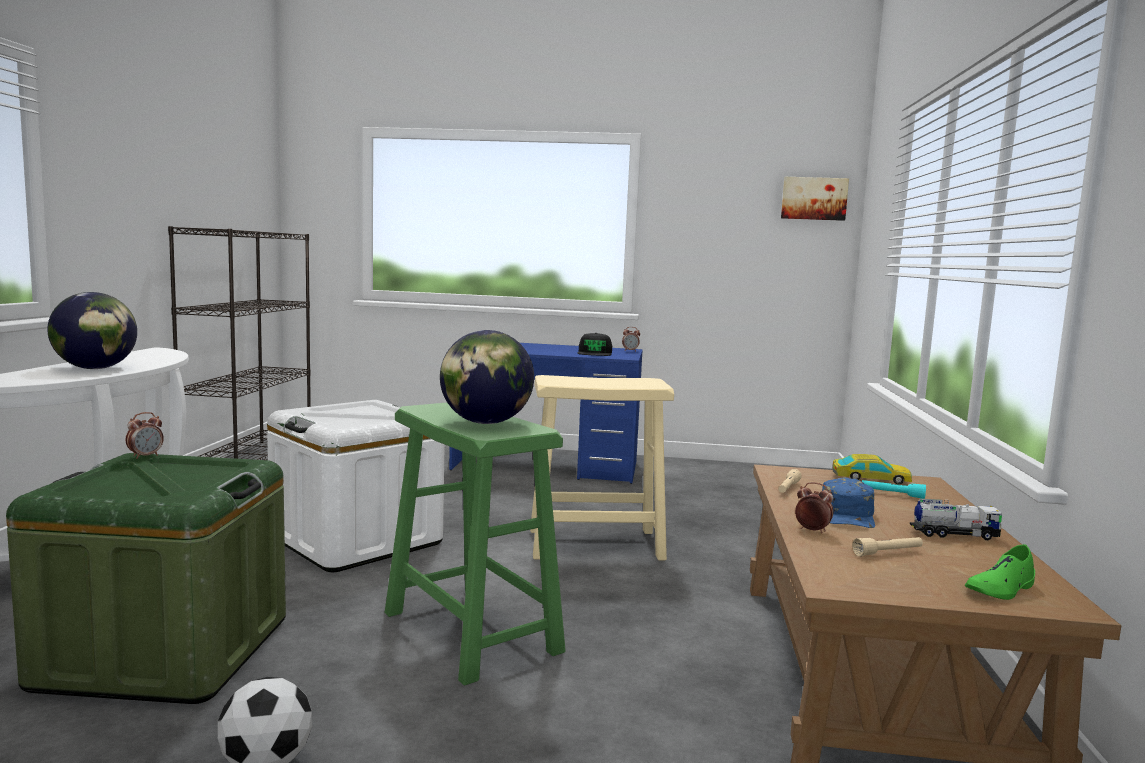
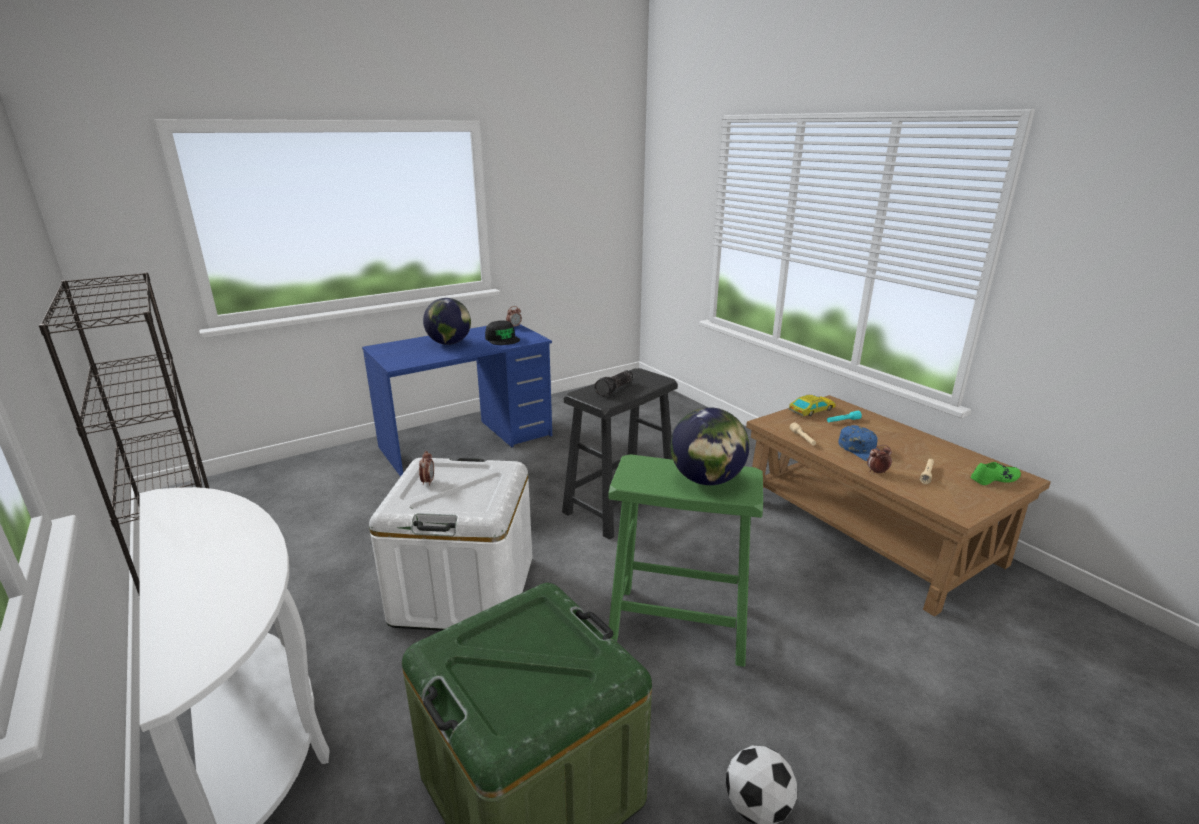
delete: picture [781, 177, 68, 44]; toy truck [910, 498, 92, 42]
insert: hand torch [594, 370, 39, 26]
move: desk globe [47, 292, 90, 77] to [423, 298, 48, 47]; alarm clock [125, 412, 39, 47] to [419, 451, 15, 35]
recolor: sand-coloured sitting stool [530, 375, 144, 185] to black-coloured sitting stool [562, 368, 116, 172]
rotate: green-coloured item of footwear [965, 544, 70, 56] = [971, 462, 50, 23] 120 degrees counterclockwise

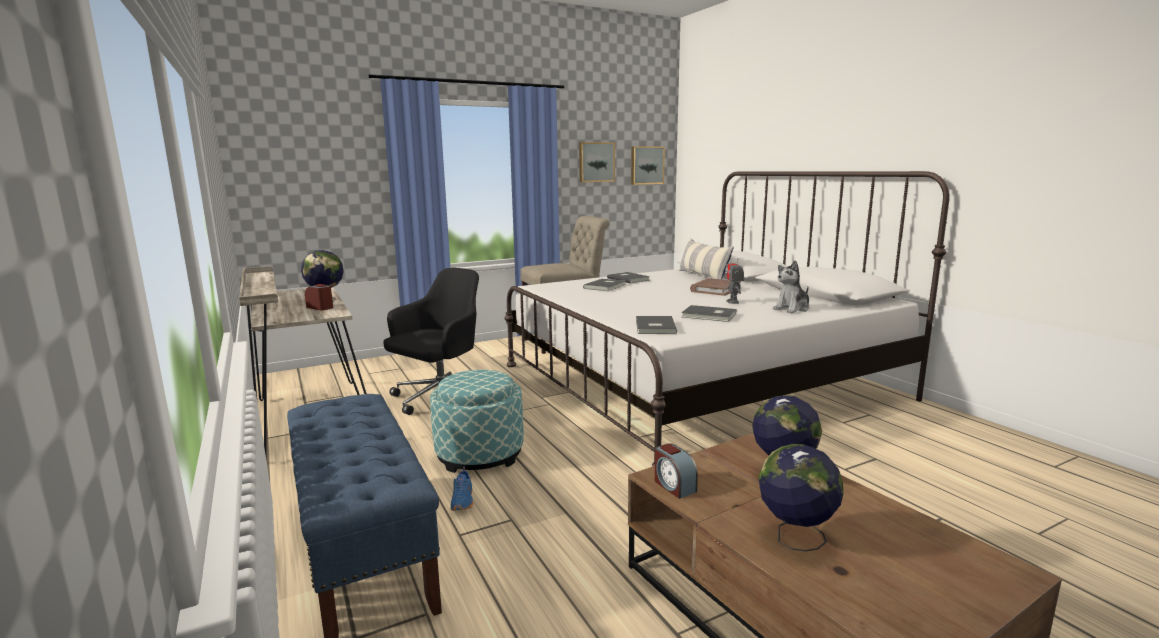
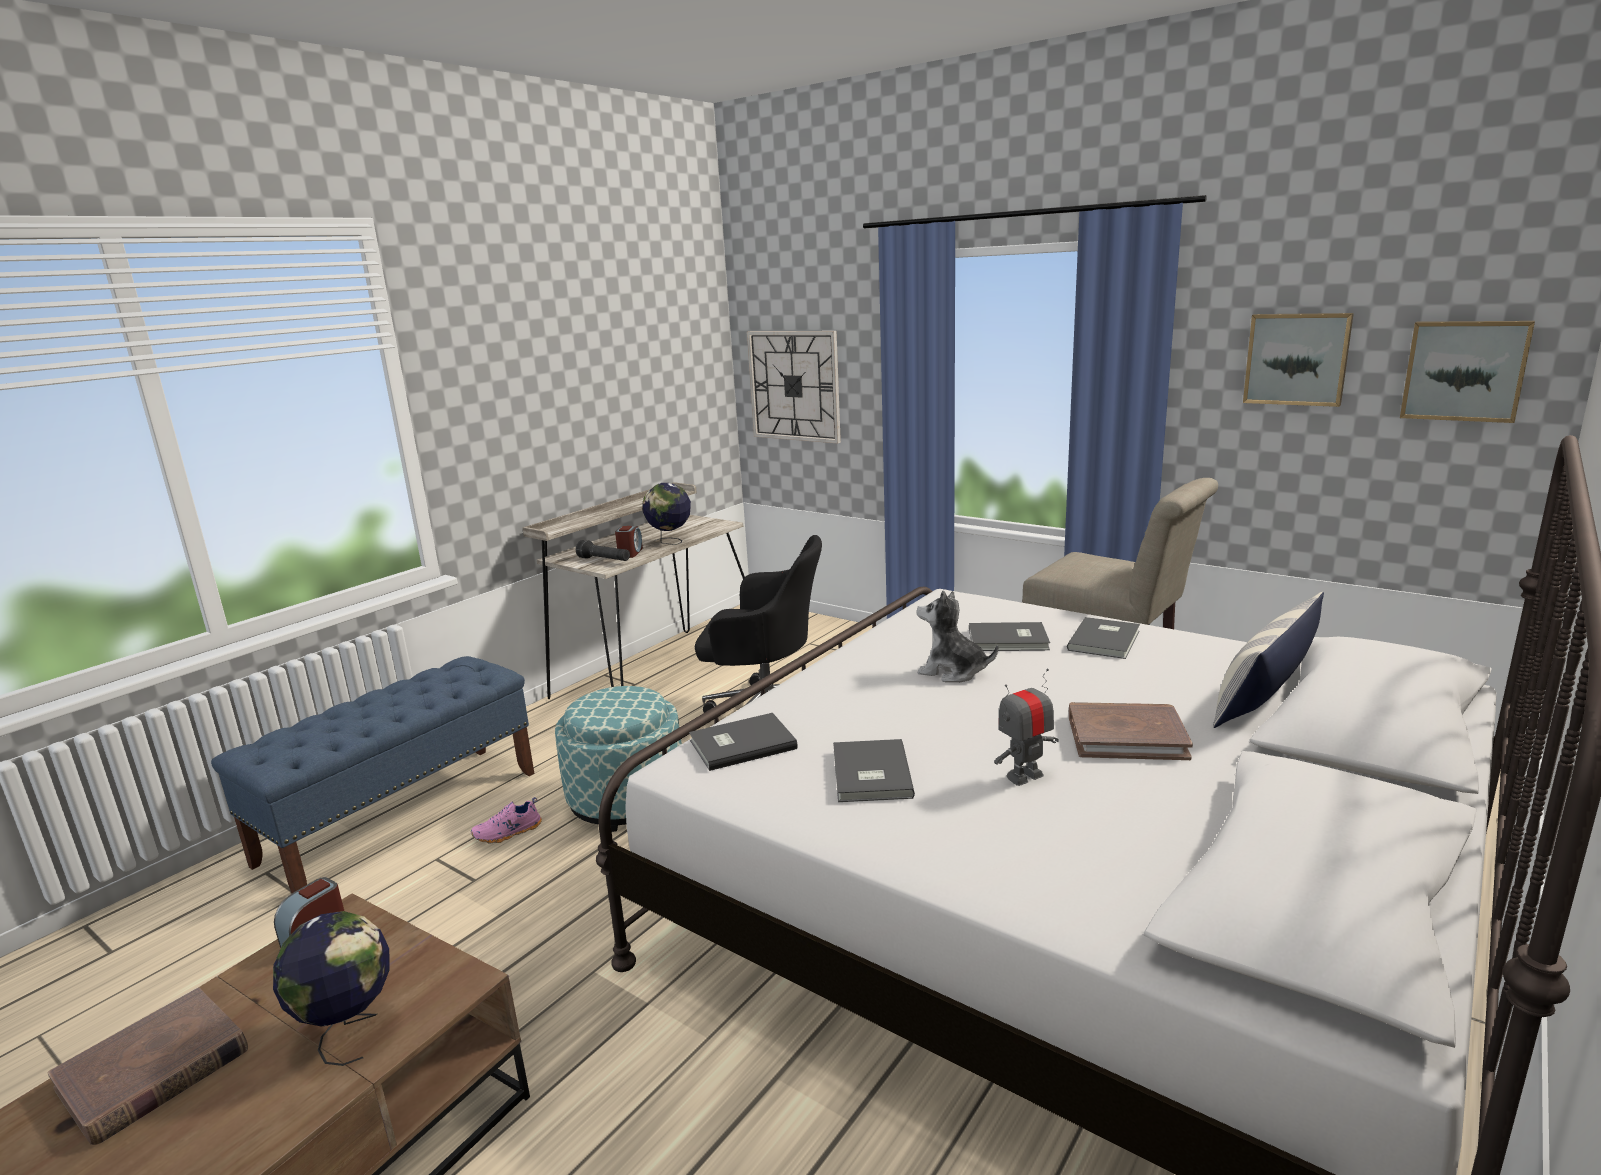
insert: hanging clock [747, 331, 94, 112]; black-coloured hand torch [576, 540, 54, 21]
move: cuddly toy [773, 260, 37, 53] to [916, 590, 82, 92]
replace: desk globe [758, 444, 86, 107] to brown bound book [47, 988, 201, 157]
recolor: blue-coloured item of footwear [450, 466, 23, 45] to pinkish item of footwear [471, 797, 71, 46]

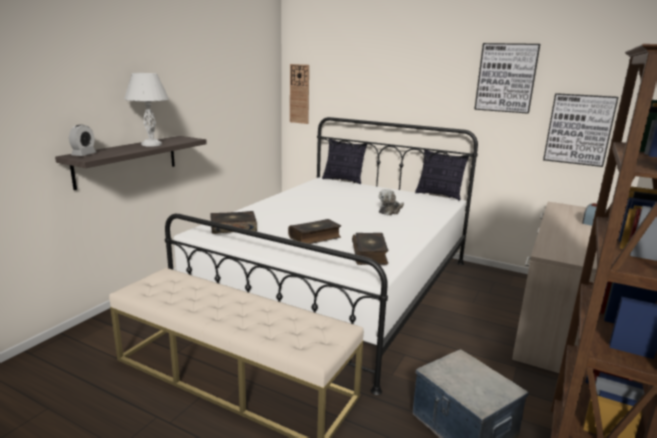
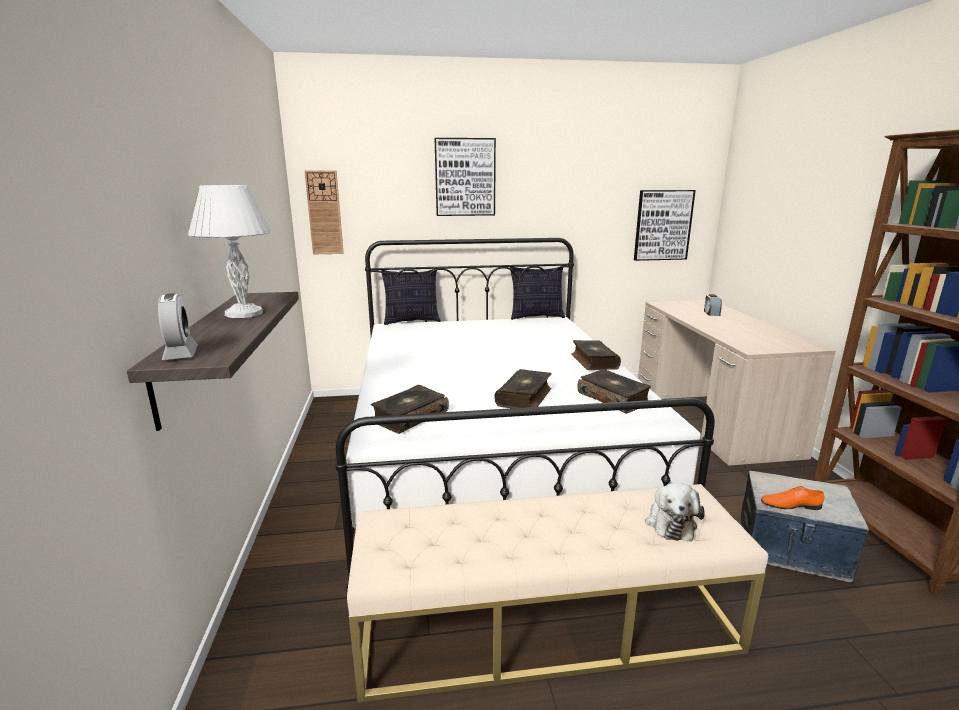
insert: bound book [571, 340, 50, 30]; orange item of footwear [761, 486, 64, 24]
move: picture [474, 43, 66, 71] to [434, 138, 62, 78]; cuddly toy [379, 189, 25, 26] to [645, 483, 60, 59]

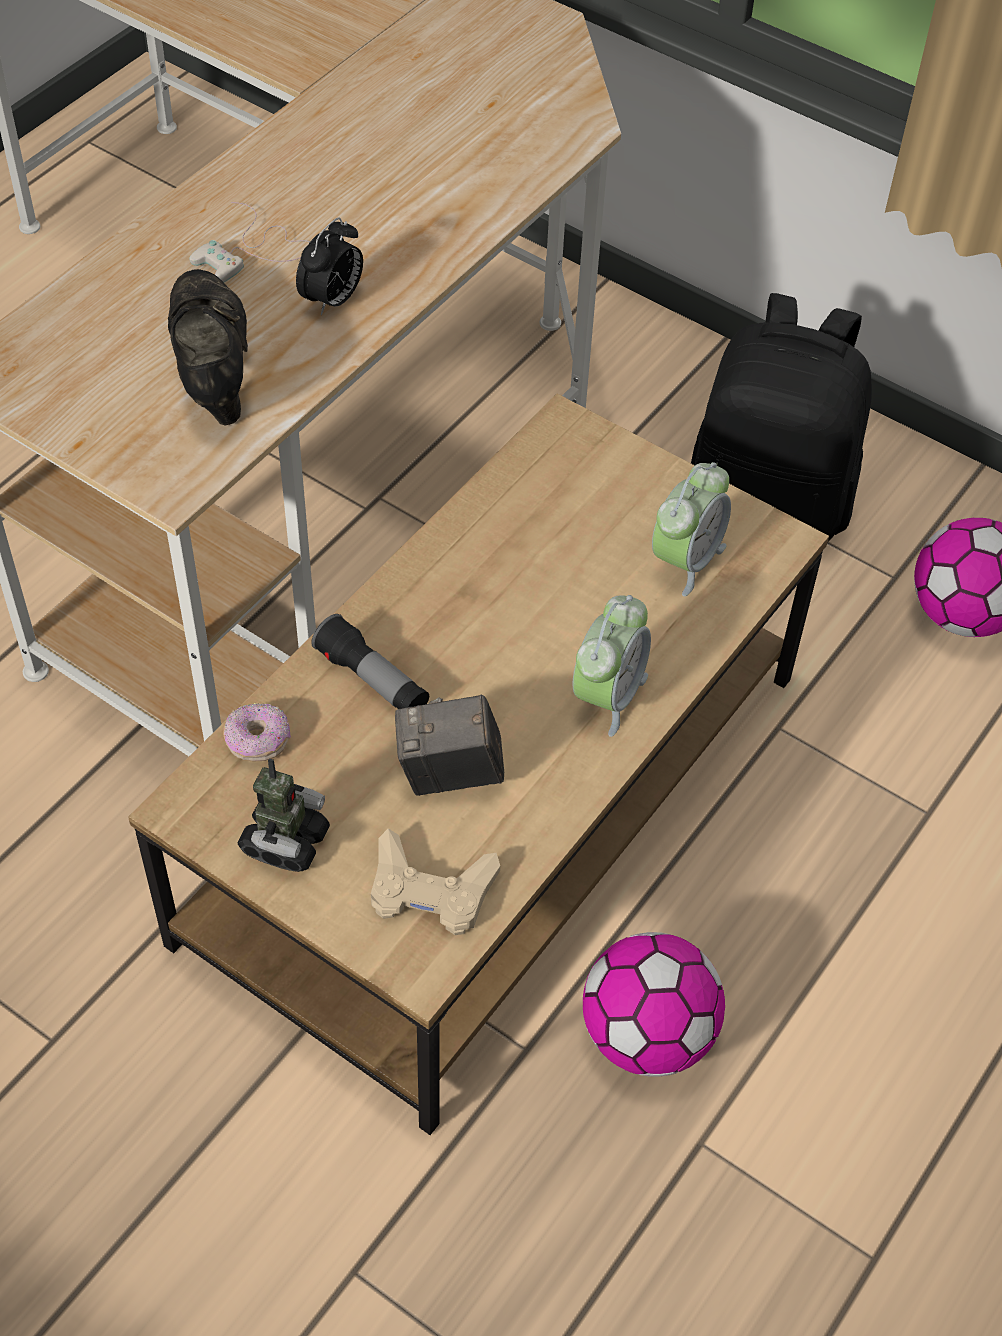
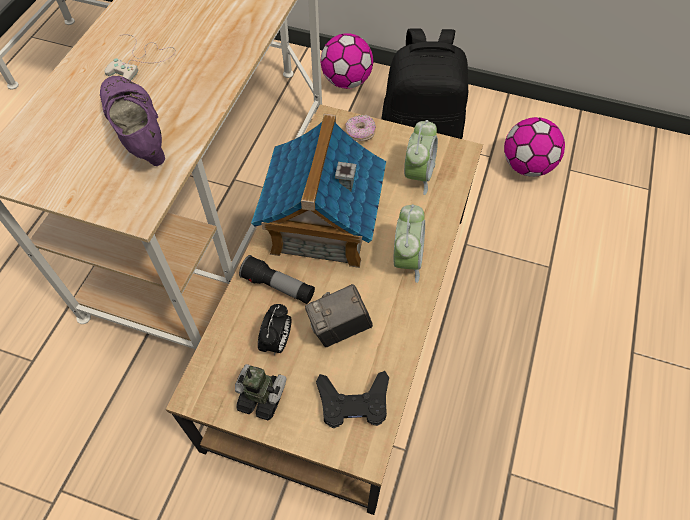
insert: model house [251, 113, 135, 155]
move: alarm clock [296, 217, 67, 98] to [258, 304, 33, 52]; ring doughnut [223, 703, 68, 59] to [345, 115, 31, 27]; ball for football [583, 932, 142, 145] to [321, 33, 52, 56]
recolor: black-coloured item of footwear [168, 269, 80, 157] to purple-coloured item of footwear [100, 76, 65, 90]; sand-coloured joypad [371, 828, 129, 107] to black-coloured joypad [316, 371, 73, 57]
rotate: model robot [238, 758, 92, 114] = [235, 364, 52, 56] 75 degrees counterclockwise

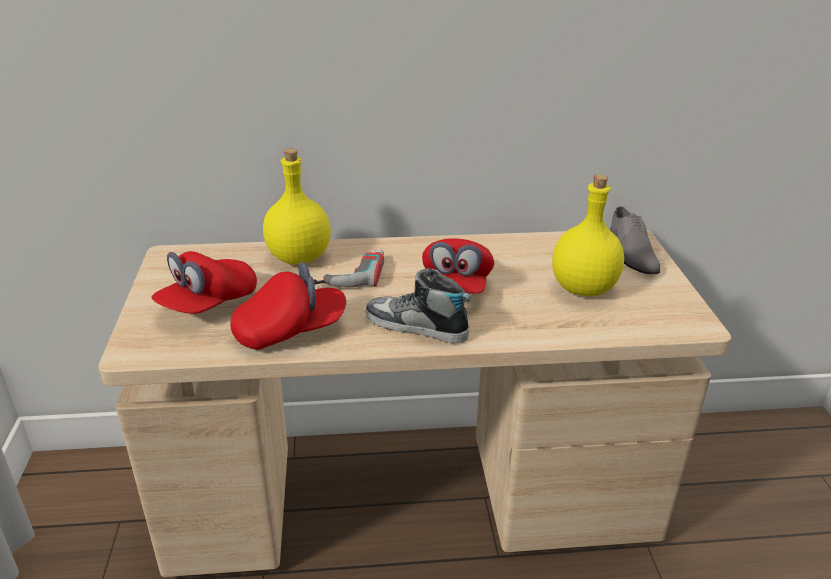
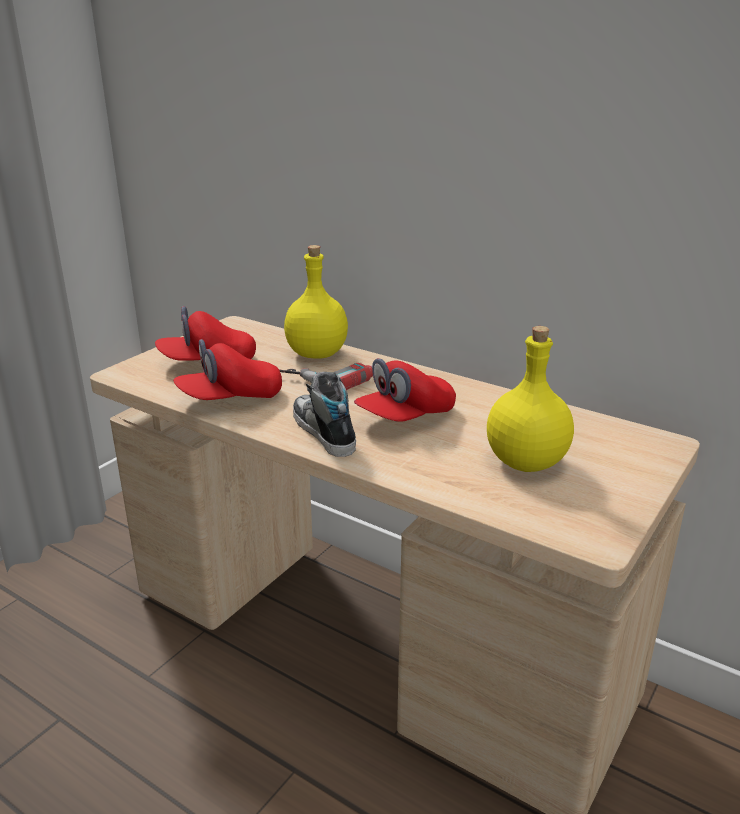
delete: grey item of footwear [610, 206, 50, 68]
rotate: red cap [230, 262, 116, 88] = [173, 339, 109, 61] 135 degrees clockwise

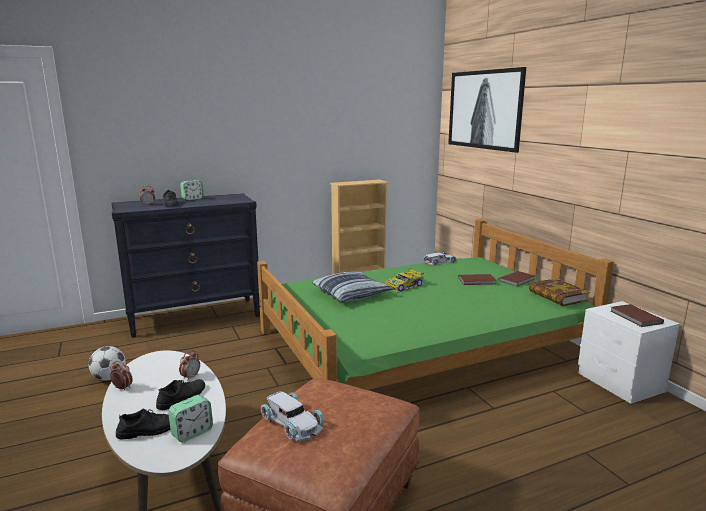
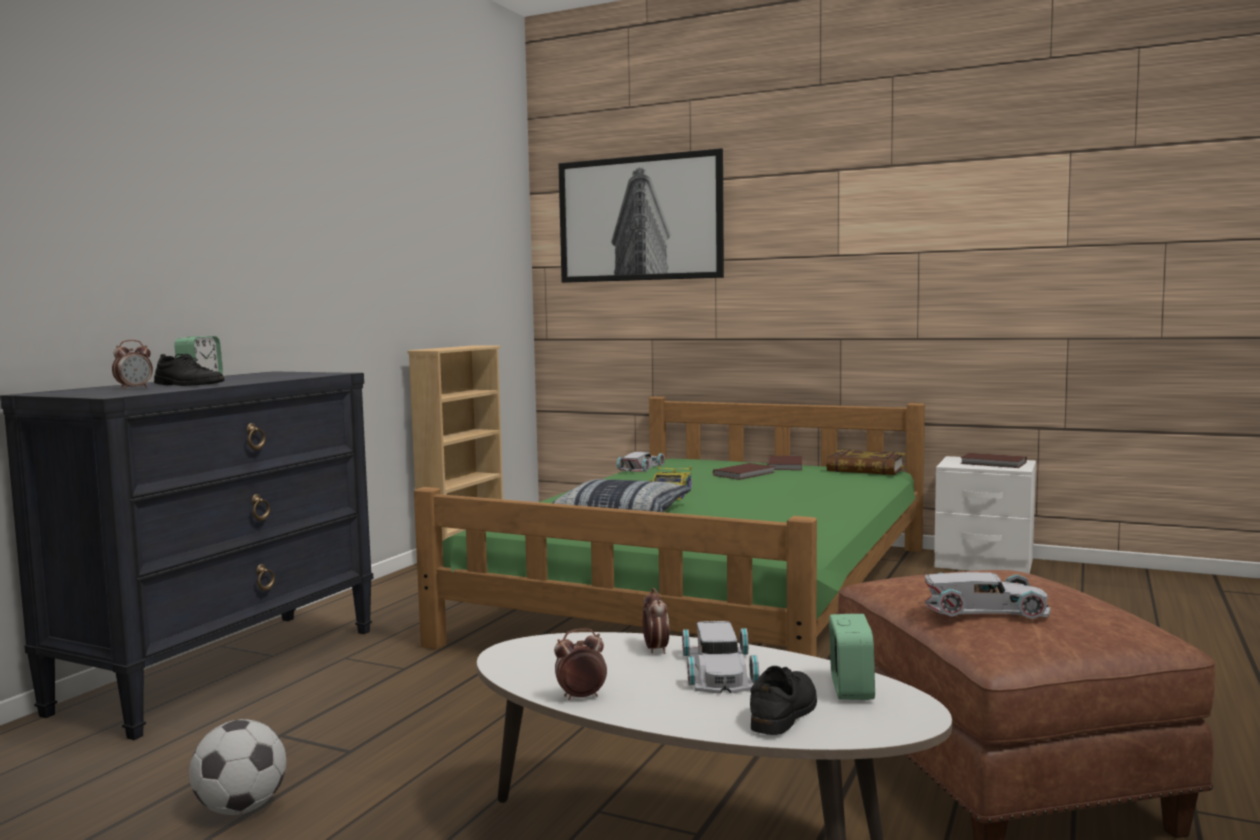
replace: black-coloured item of footwear [156, 379, 49, 31] to whitish model car [682, 621, 77, 73]

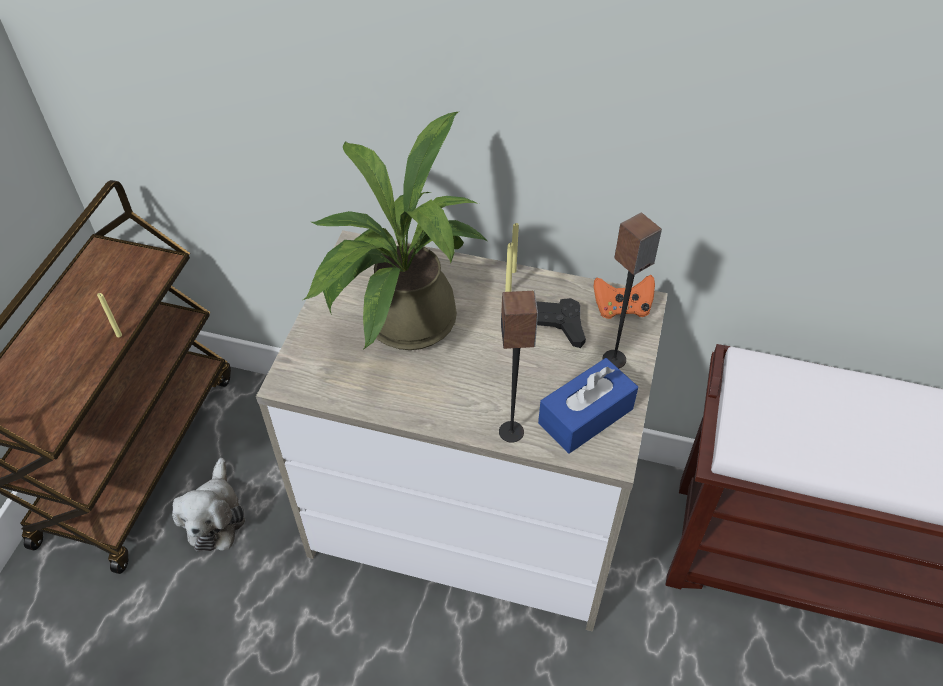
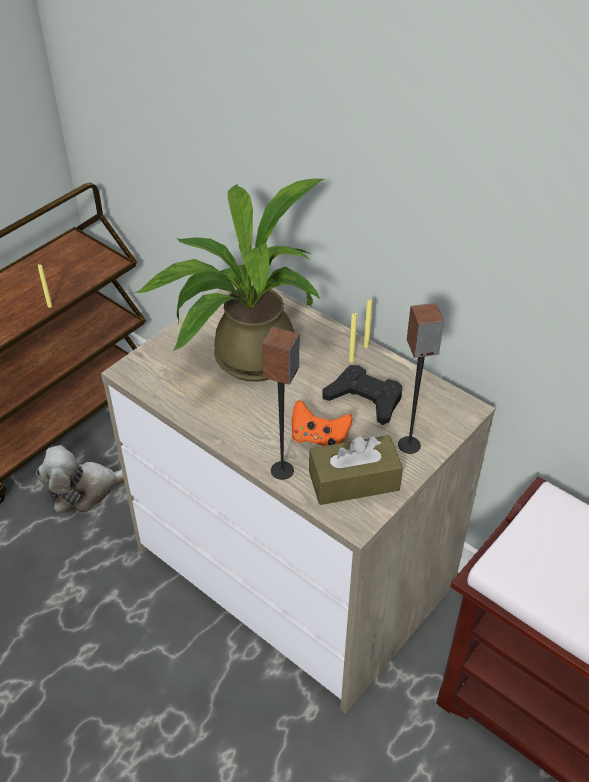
move: orange joypad [594, 275, 61, 44] to [292, 400, 61, 46]
recolor: blue-coloured tissue box [538, 358, 100, 96] to brown tissue box [309, 435, 94, 70]
rotate: cuddly toy [172, 458, 73, 93] = [36, 445, 88, 68] 45 degrees clockwise

